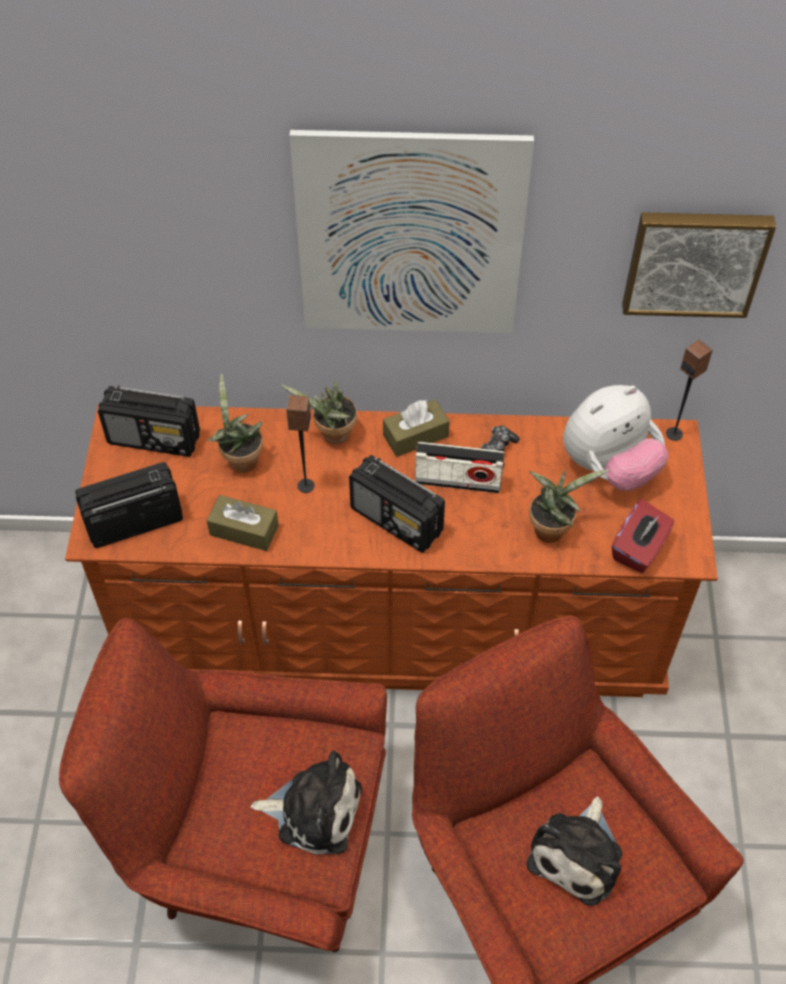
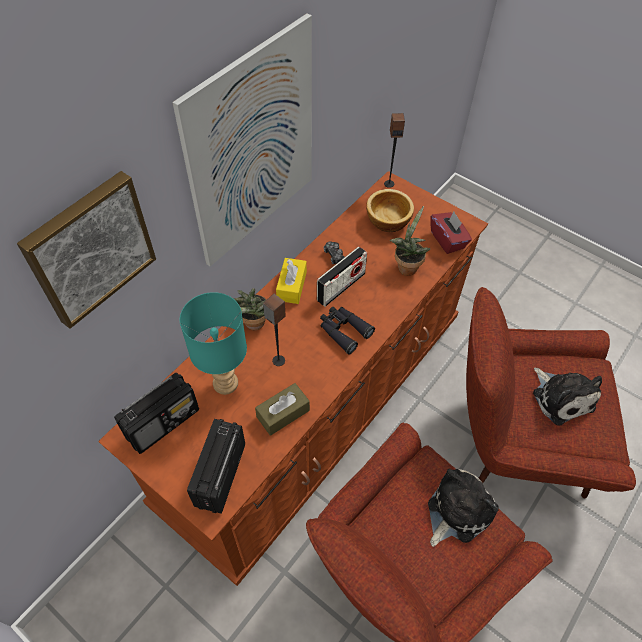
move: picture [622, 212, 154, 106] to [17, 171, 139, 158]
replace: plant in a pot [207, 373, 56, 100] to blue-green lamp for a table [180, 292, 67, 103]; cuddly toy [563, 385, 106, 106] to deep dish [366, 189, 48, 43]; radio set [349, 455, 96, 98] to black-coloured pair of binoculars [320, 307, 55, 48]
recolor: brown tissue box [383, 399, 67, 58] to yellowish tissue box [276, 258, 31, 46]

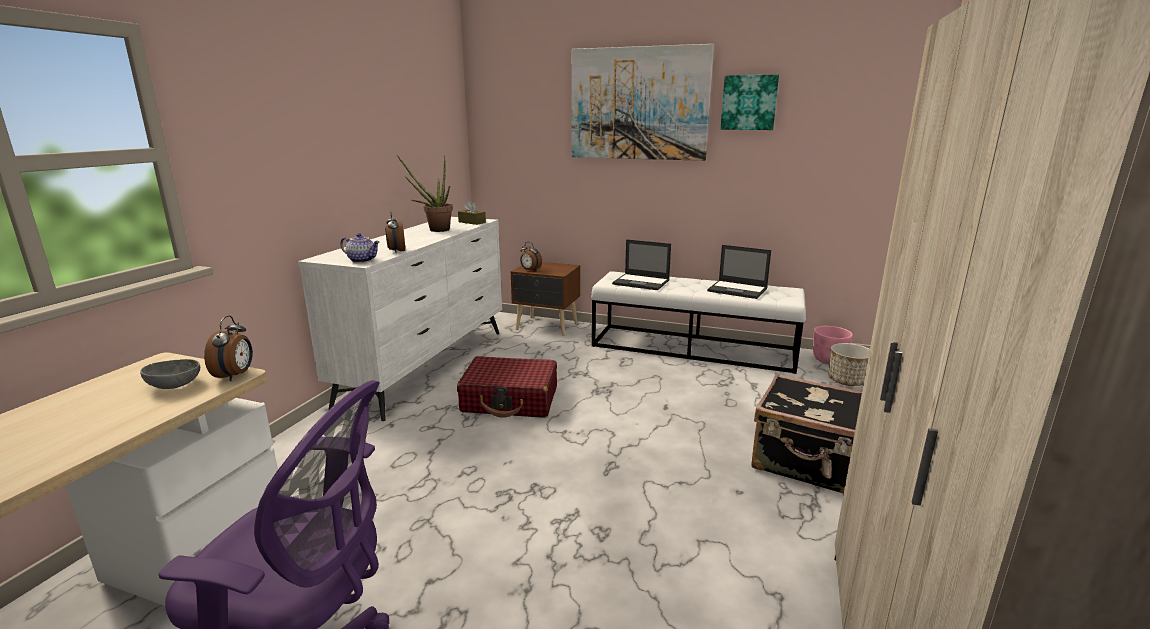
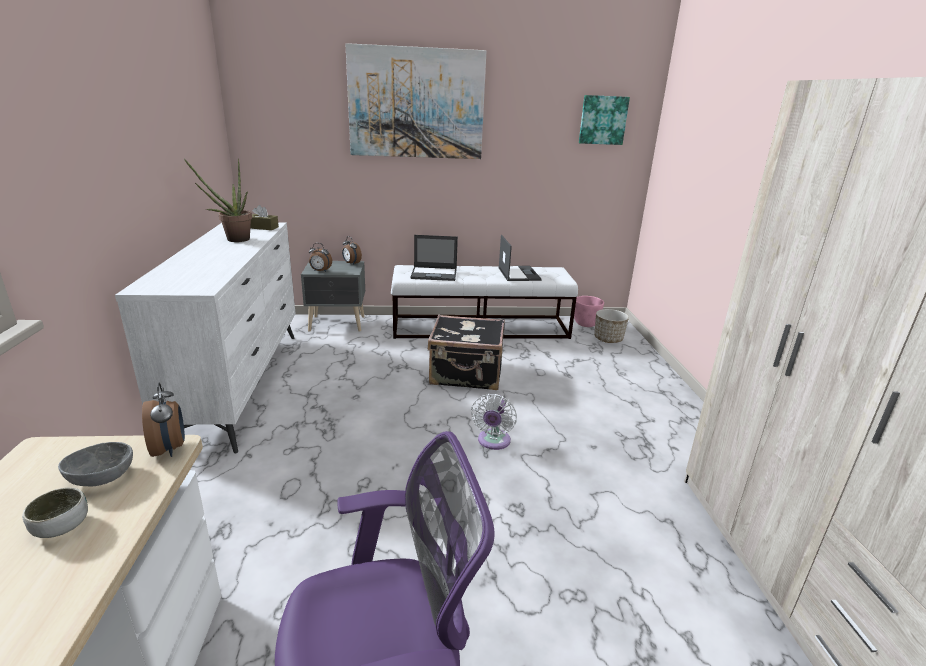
delete: tea pot [340, 233, 40, 30]; red suitcase [457, 356, 100, 62]
insert: whitish fan [471, 394, 46, 56]; deep dish [22, 488, 66, 50]
move: picture [721, 74, 58, 56] to [579, 95, 51, 50]; alarm clock [385, 212, 20, 40] to [342, 236, 20, 29]; black-coloured suitcase [751, 374, 111, 120] to [428, 315, 77, 75]
recolor: brown nightstand [511, 262, 69, 74] to grey nightstand [301, 261, 64, 71]
rotate: portable computer [707, 245, 64, 54] = [498, 235, 44, 46] 105 degrees counterclockwise

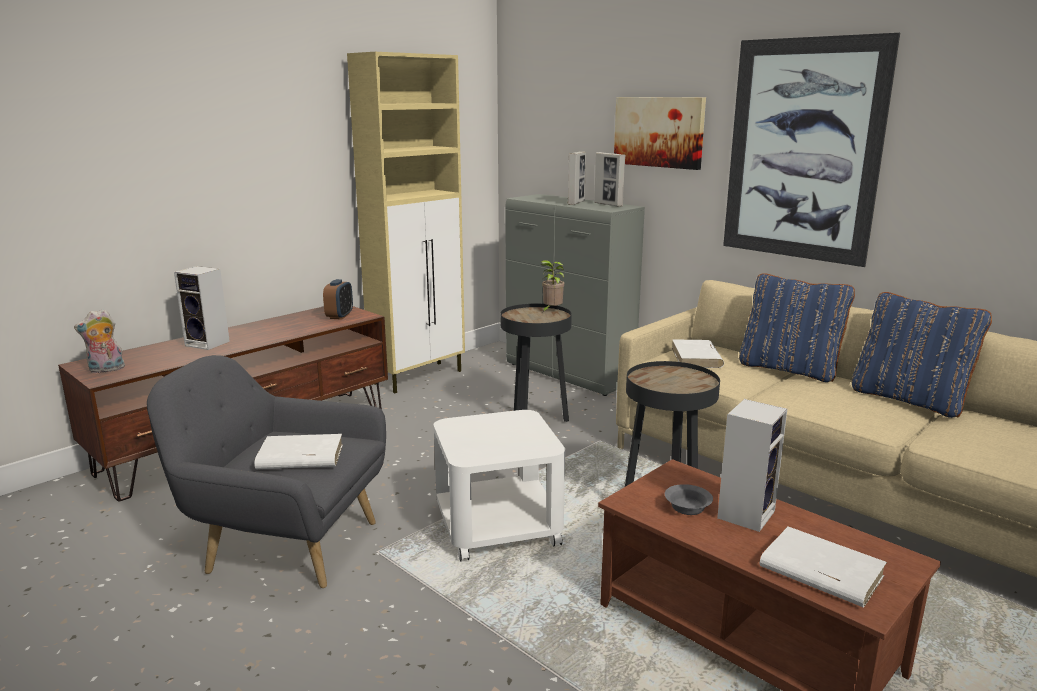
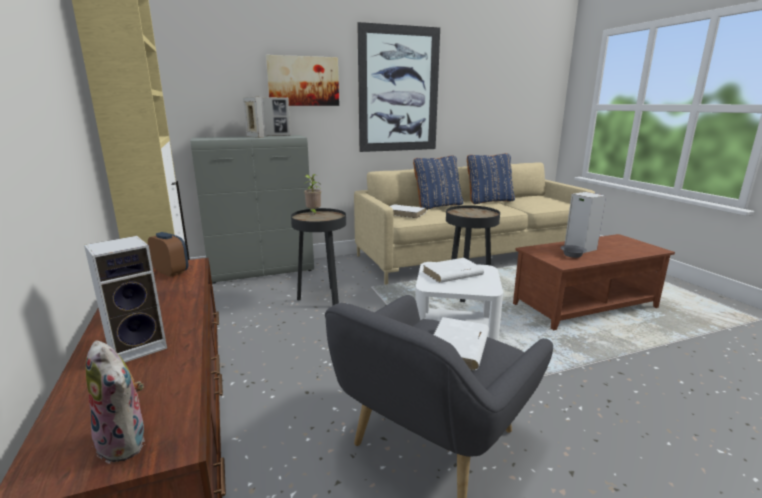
move: whitish bound book [760, 526, 127, 82] to [423, 258, 61, 25]
rotate: cuddly toy [74, 309, 51, 64] = [86, 341, 59, 123] 45 degrees counterclockwise

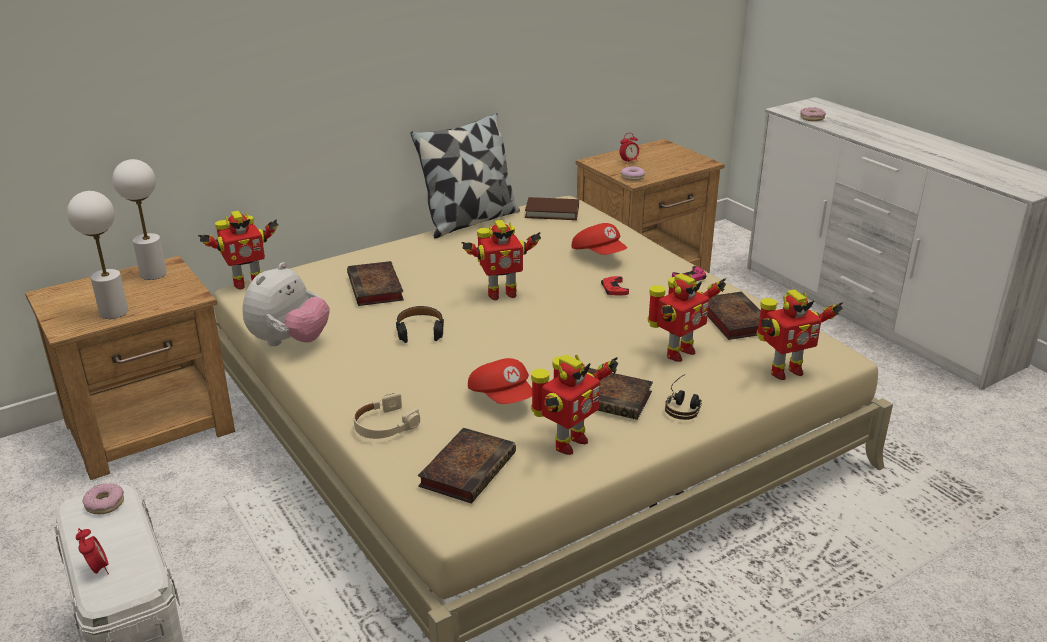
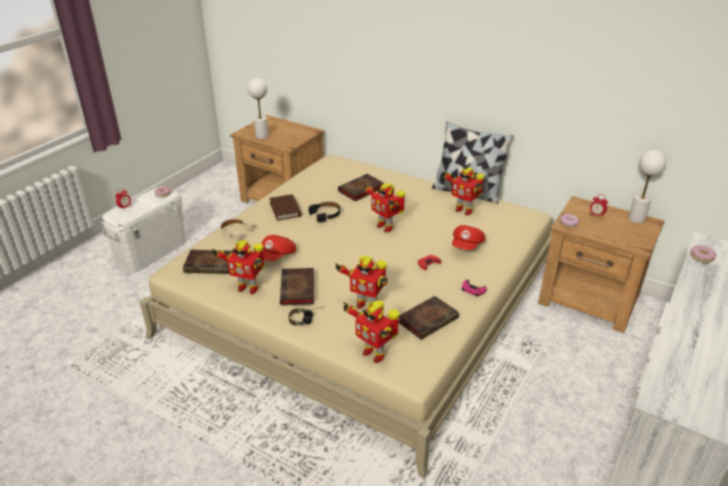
delete: cuddly toy [243, 262, 86, 84]
move: whitish lamp for a table [113, 159, 54, 121] to [628, 150, 38, 73]; brown bound book [525, 197, 54, 23] to [269, 194, 33, 27]; model robot [198, 211, 80, 78] to [442, 167, 42, 48]

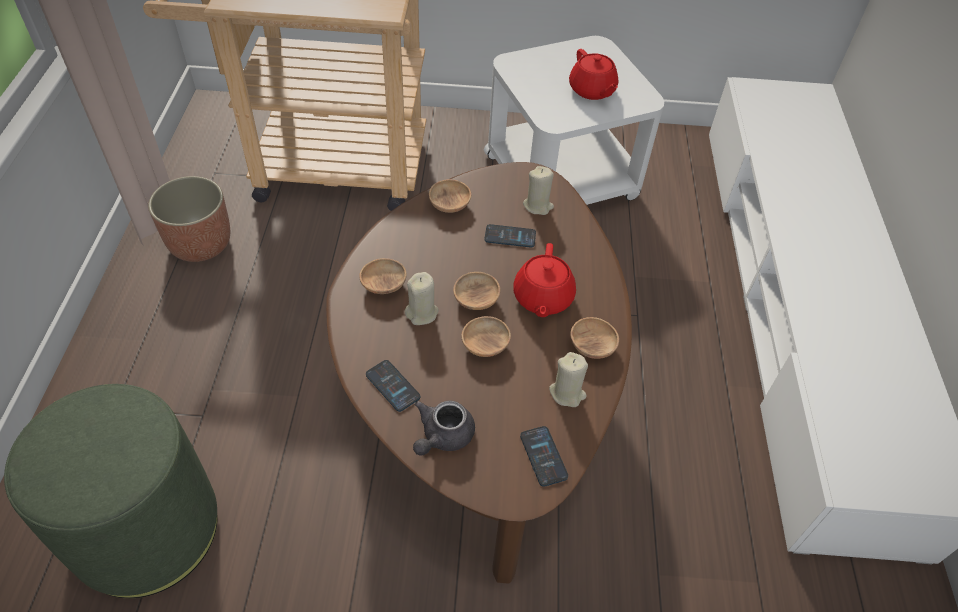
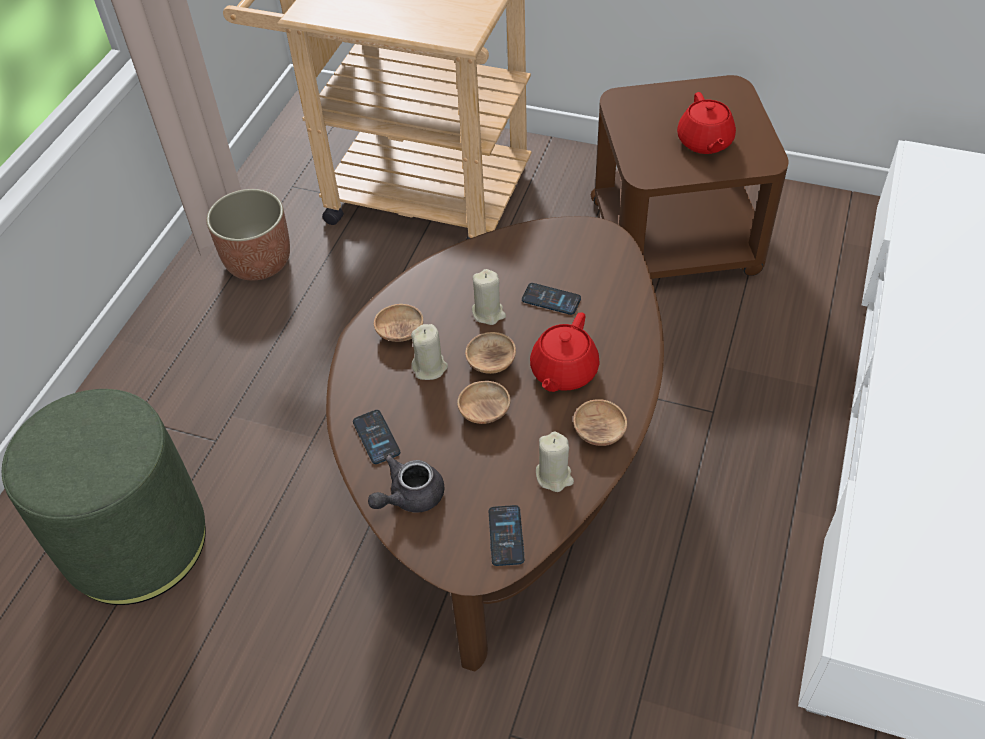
delete: brown deep dish [429, 179, 42, 34]
move: sand-coloured wax light [523, 166, 31, 49] to [472, 269, 34, 56]
recolor: whitish accent table [483, 36, 181, 169] to brown accent table [591, 75, 197, 204]

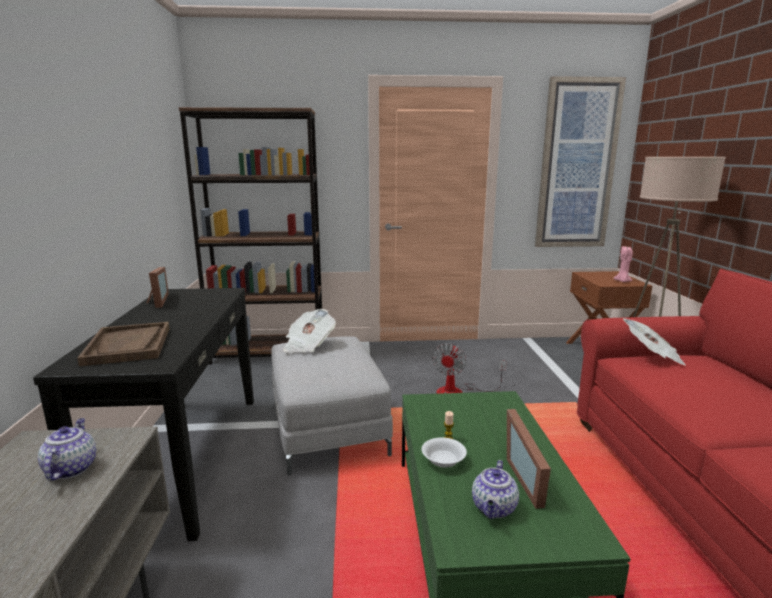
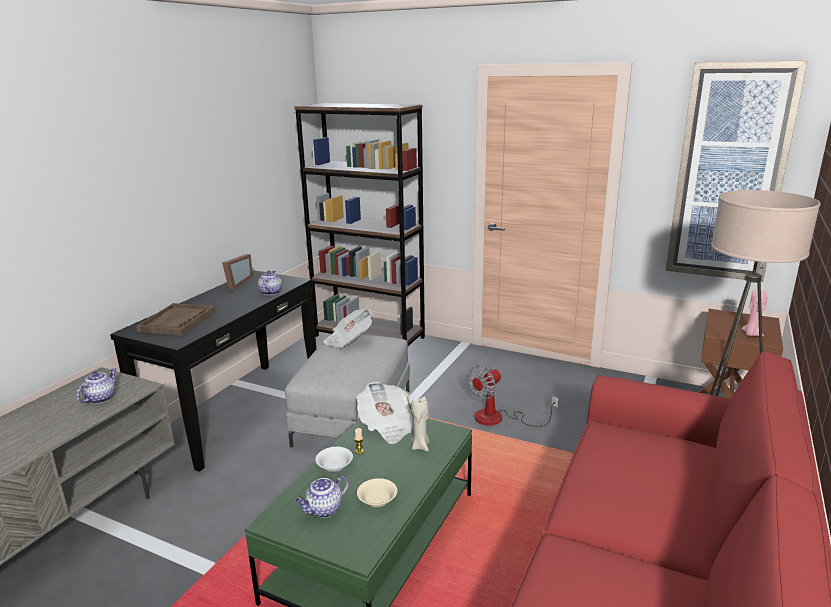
insert: tea pot [258, 271, 24, 24]; sand-coloured wax light [411, 397, 18, 54]
move: printed paper [623, 318, 62, 47] to [356, 381, 58, 63]
replace: standing frame [507, 409, 44, 100] to sand-coloured deep dish [357, 478, 40, 29]

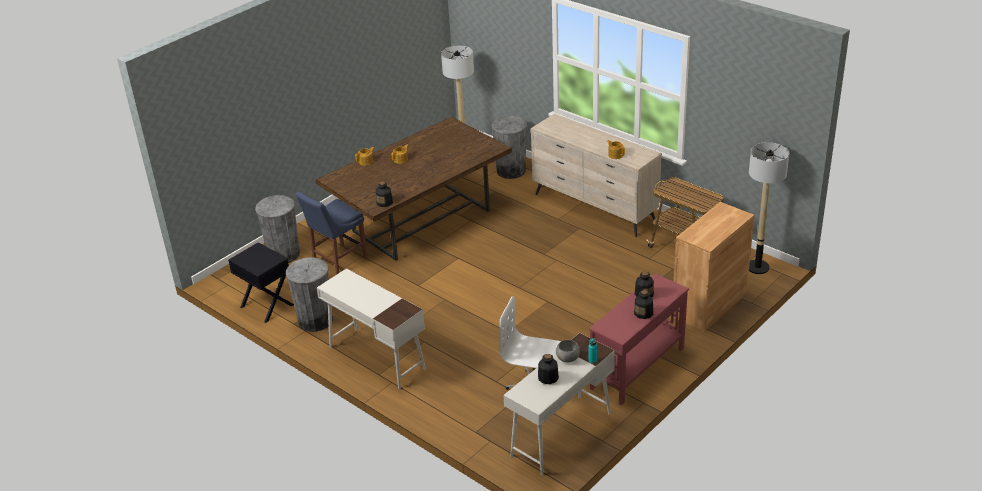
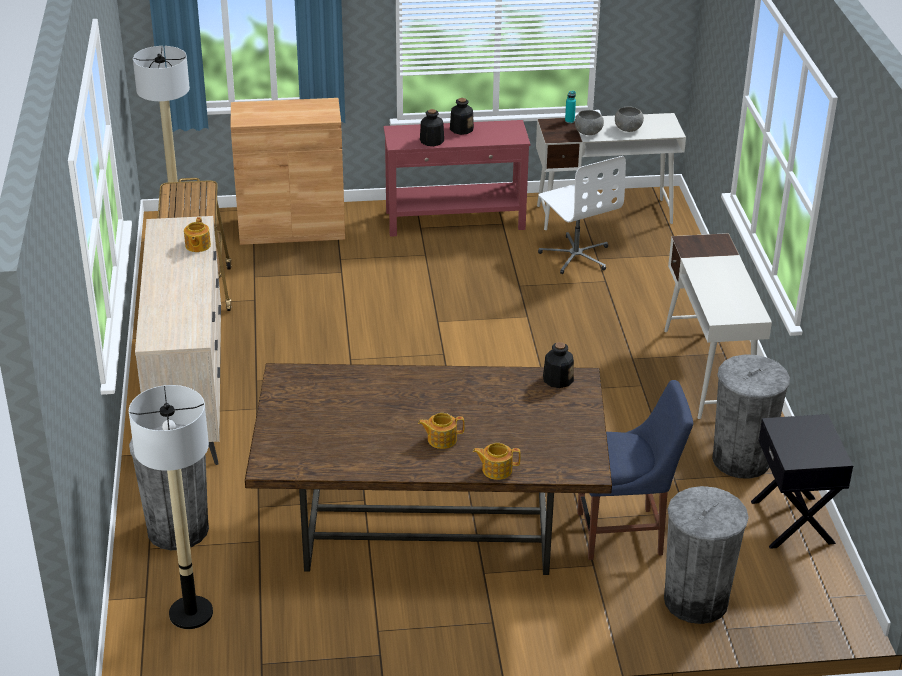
replace: bottle [538, 354, 21, 30] to grey deep dish [615, 106, 29, 26]

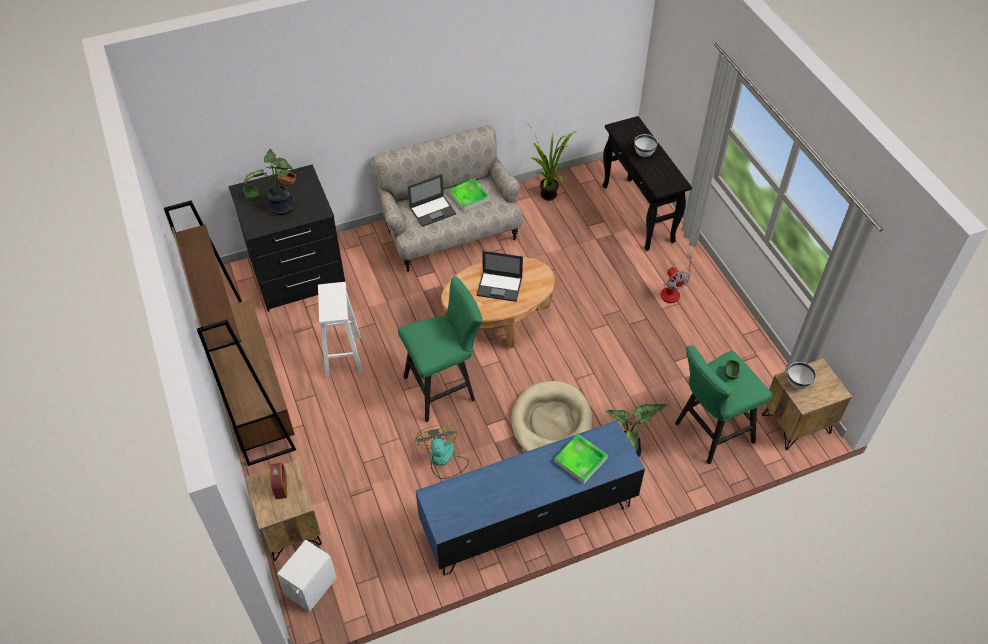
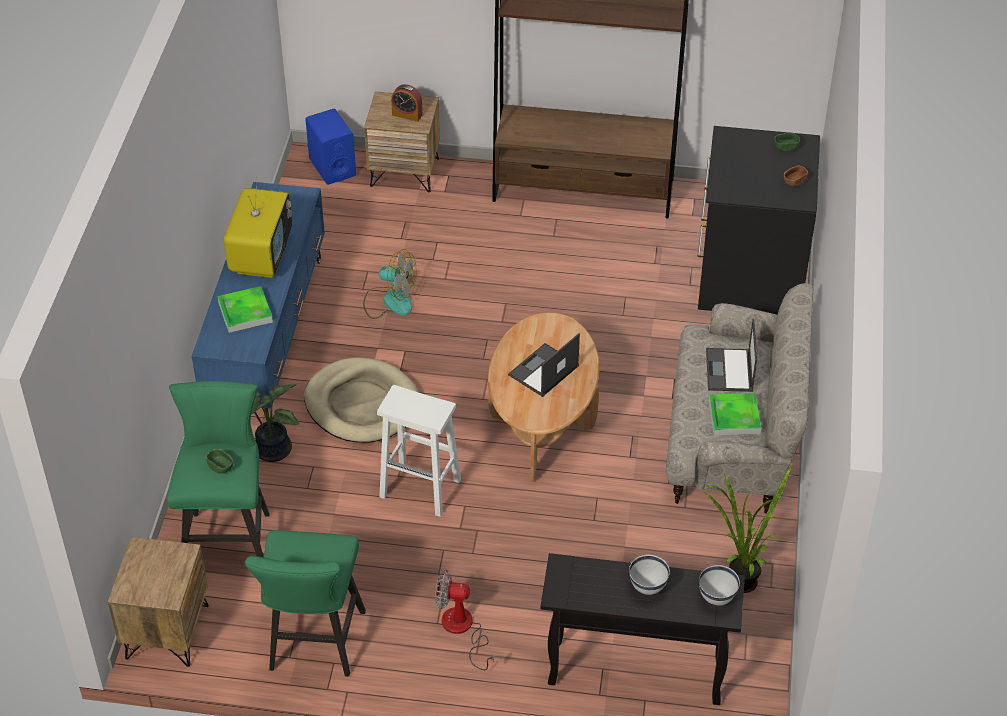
delete: plant in a pot [244, 149, 51, 66]
insert: television [224, 176, 68, 102]
move: green-coloured sitting stool [398, 276, 85, 146] to [244, 530, 122, 147]; whitish sitting stool [318, 282, 45, 94] to [377, 385, 84, 132]; whitish deep dish [787, 362, 29, 27] to [699, 565, 41, 41]
recolor: whitish speaker [277, 540, 60, 72] to blue-coloured speaker [305, 109, 51, 76]

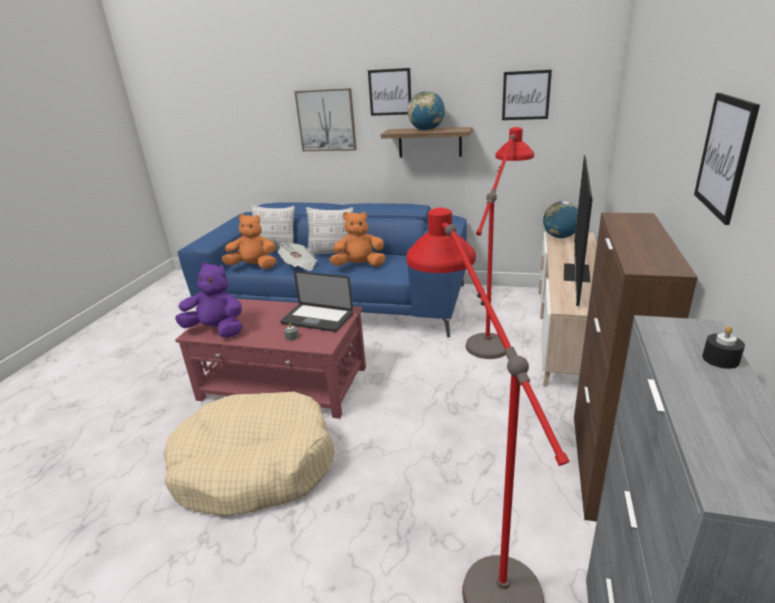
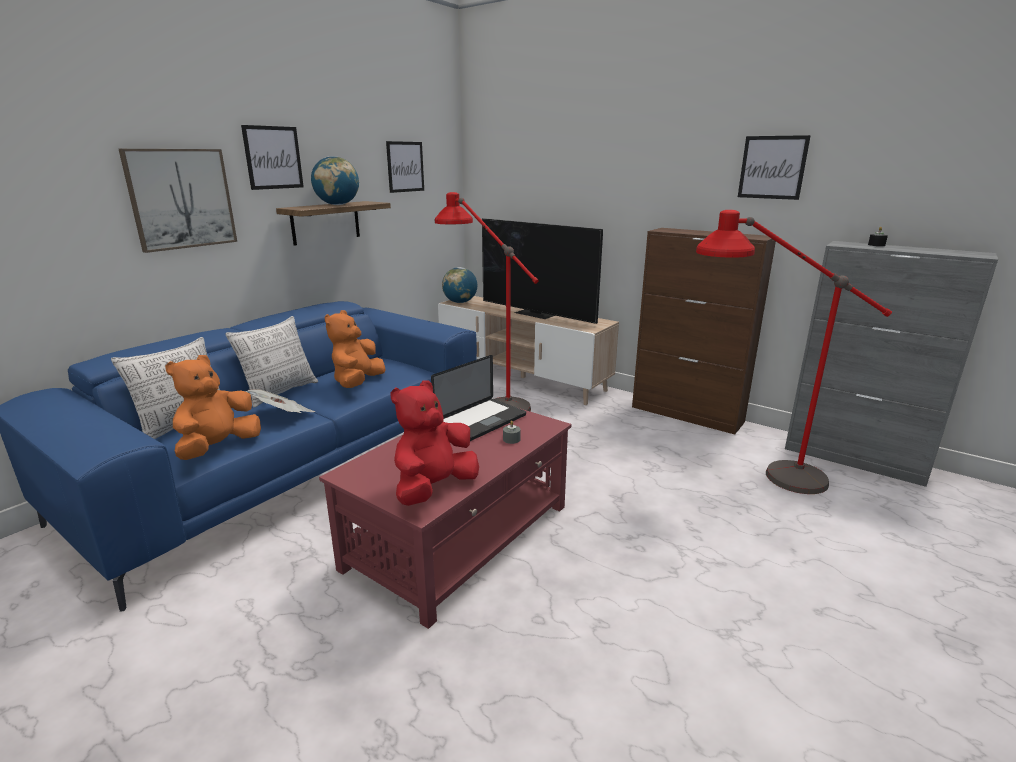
delete: sand-coloured pet bed [164, 391, 171, 125]
recolor: purple-coloured cuddly toy [175, 262, 68, 76] to red cuddly toy [391, 380, 88, 126]

